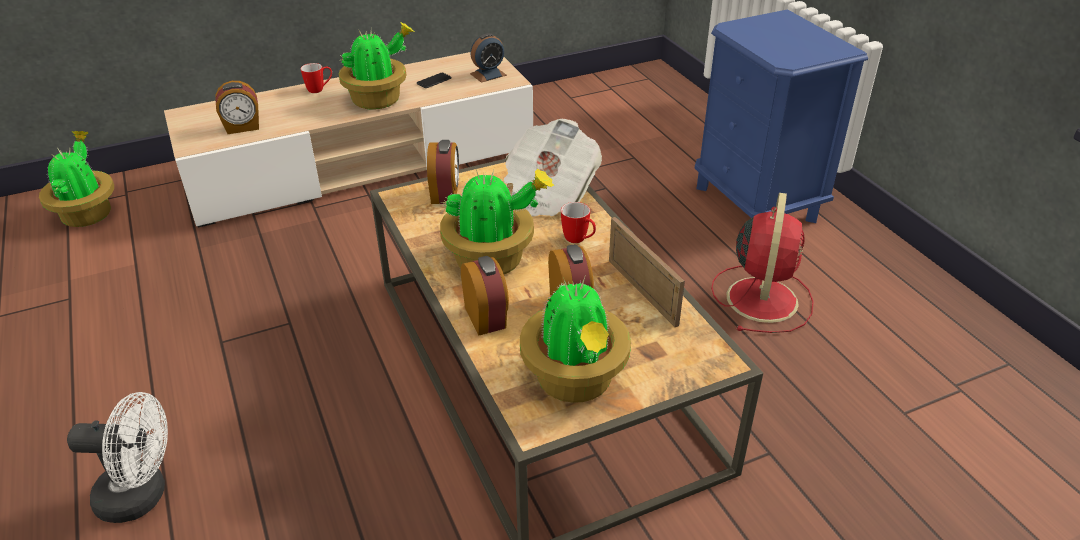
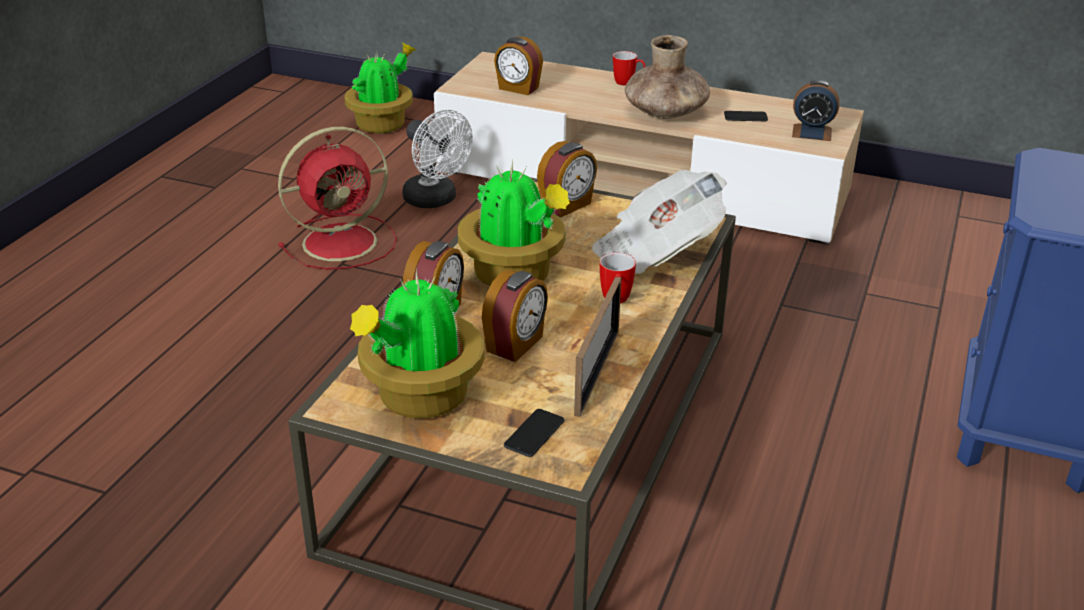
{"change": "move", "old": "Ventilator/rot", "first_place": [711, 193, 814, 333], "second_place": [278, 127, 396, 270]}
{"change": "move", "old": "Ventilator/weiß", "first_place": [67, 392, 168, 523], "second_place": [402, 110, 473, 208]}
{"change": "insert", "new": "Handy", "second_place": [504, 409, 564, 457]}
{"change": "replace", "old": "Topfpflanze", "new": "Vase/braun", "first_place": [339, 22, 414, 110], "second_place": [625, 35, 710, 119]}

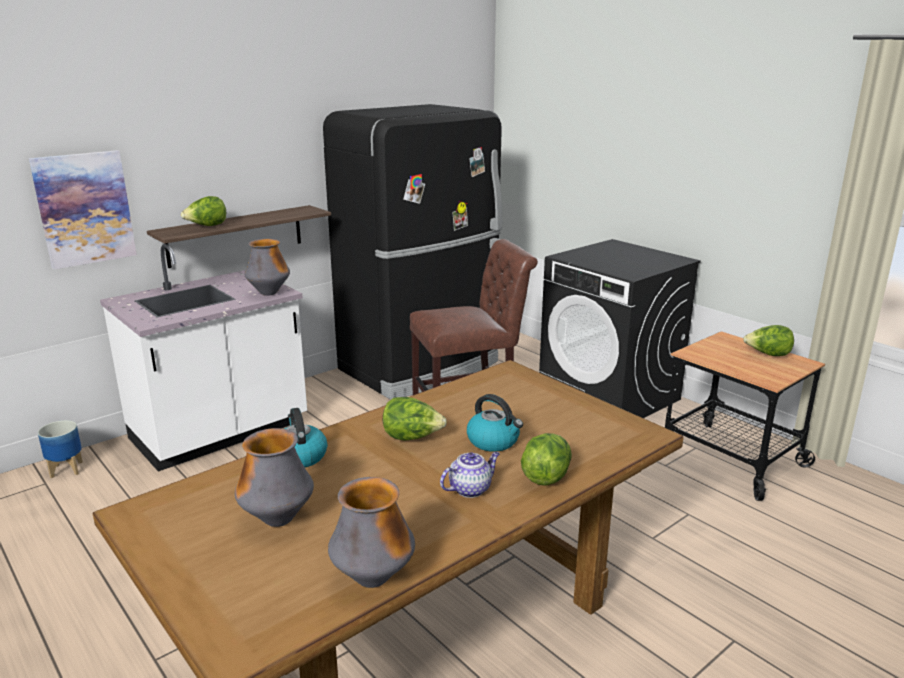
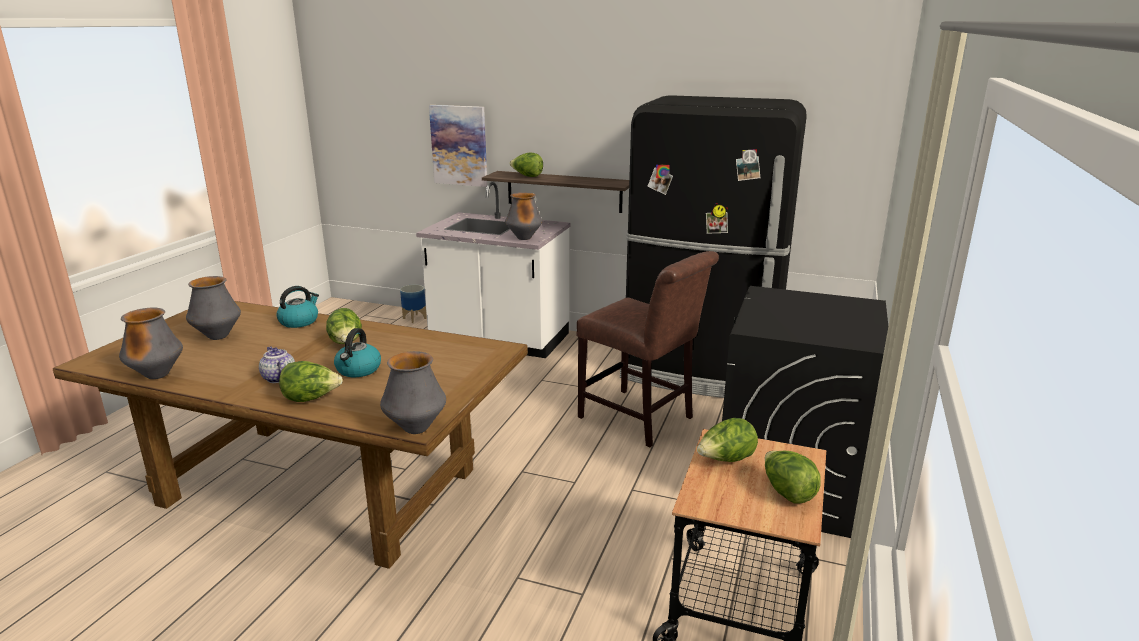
{"change": "rotate", "old": "Teekanne", "first_place": [440, 452, 500, 498], "second_place": [259, 347, 295, 383], "degrees": -150}
{"change": "insert", "new": "Vase", "second_place": [380, 351, 446, 434]}
{"change": "insert", "new": "Salatkopf", "second_place": [697, 418, 758, 462]}

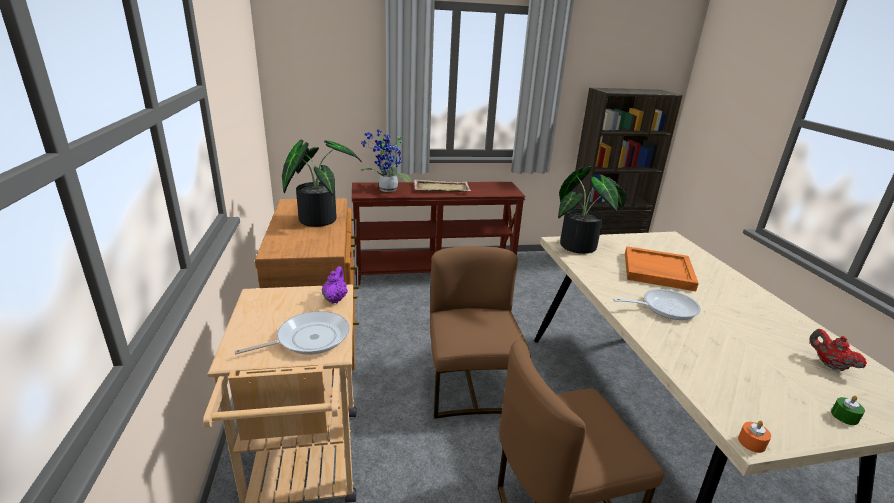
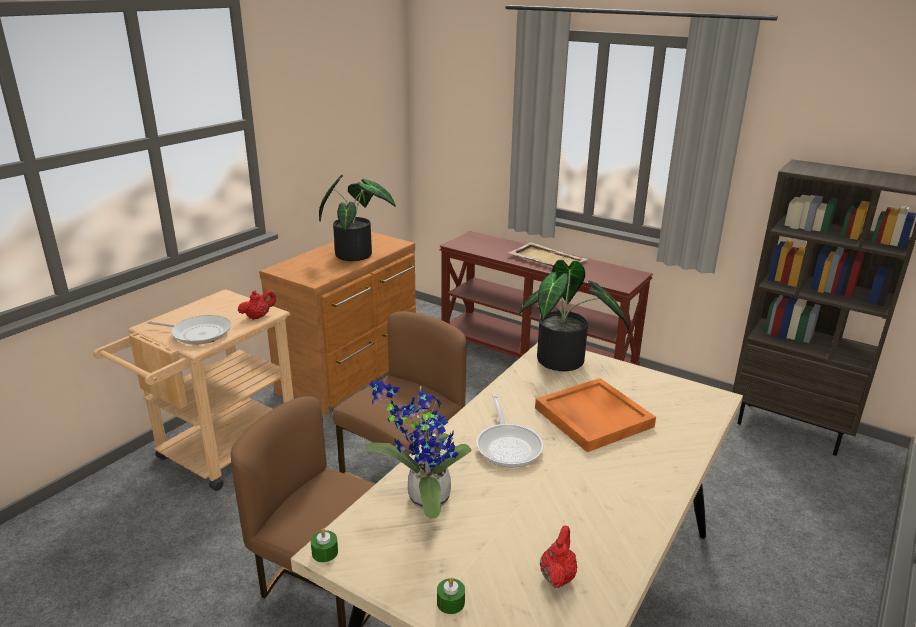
{"change": "recolor", "old": "Teekanne/lila", "new": "Teekanne/rot", "first_place": [322, 266, 348, 304], "second_place": [238, 290, 276, 320]}
{"change": "recolor", "old": "Kerze/orange", "new": "Kerze/grün", "first_place": [738, 421, 771, 453], "second_place": [311, 528, 338, 562]}
{"change": "move", "old": "Topfpflanze", "first_place": [360, 130, 411, 192], "second_place": [365, 380, 471, 519]}
{"change": "rotate", "old": "Pfanne", "first_place": [613, 289, 701, 320], "second_place": [476, 394, 544, 467], "degrees": 45}

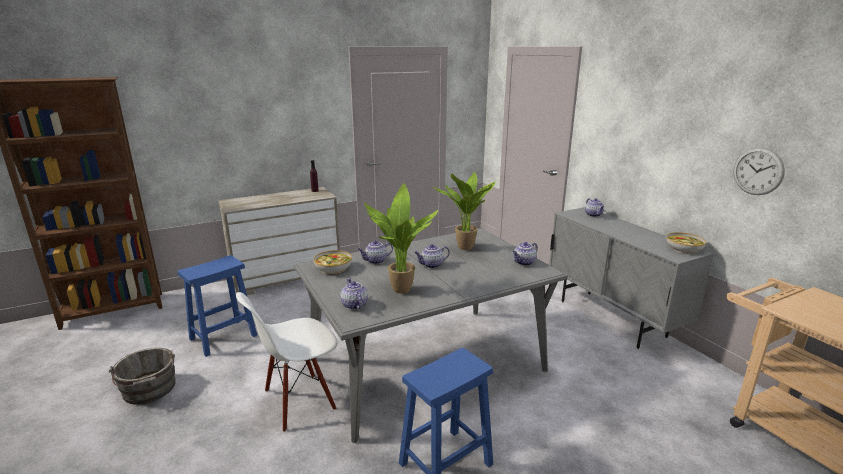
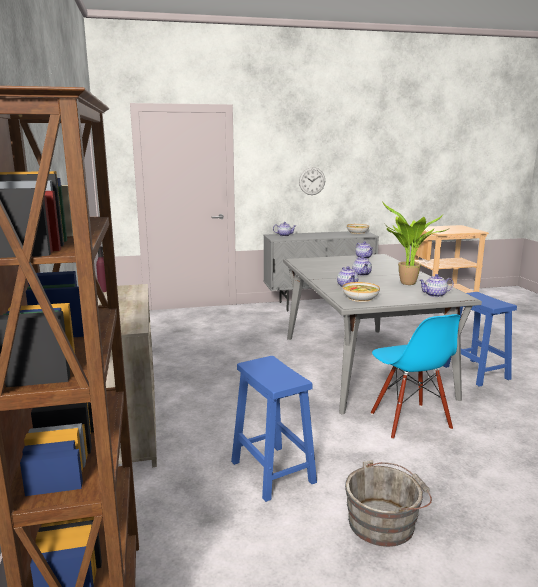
{"change": "move", "old": "Wanduhr", "first_place": [733, 147, 785, 195], "second_place": [299, 167, 325, 195]}
{"change": "recolor", "old": "Stuhl/weiß", "new": "Stuhl/blau", "first_place": [236, 292, 338, 432], "second_place": [371, 314, 460, 439]}
{"change": "delete", "old": "Topfpflanze", "first_place": [433, 172, 496, 250]}

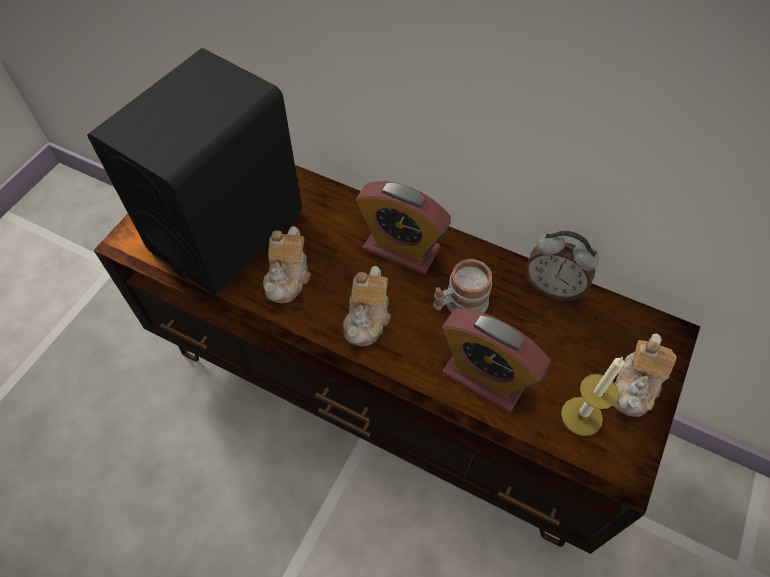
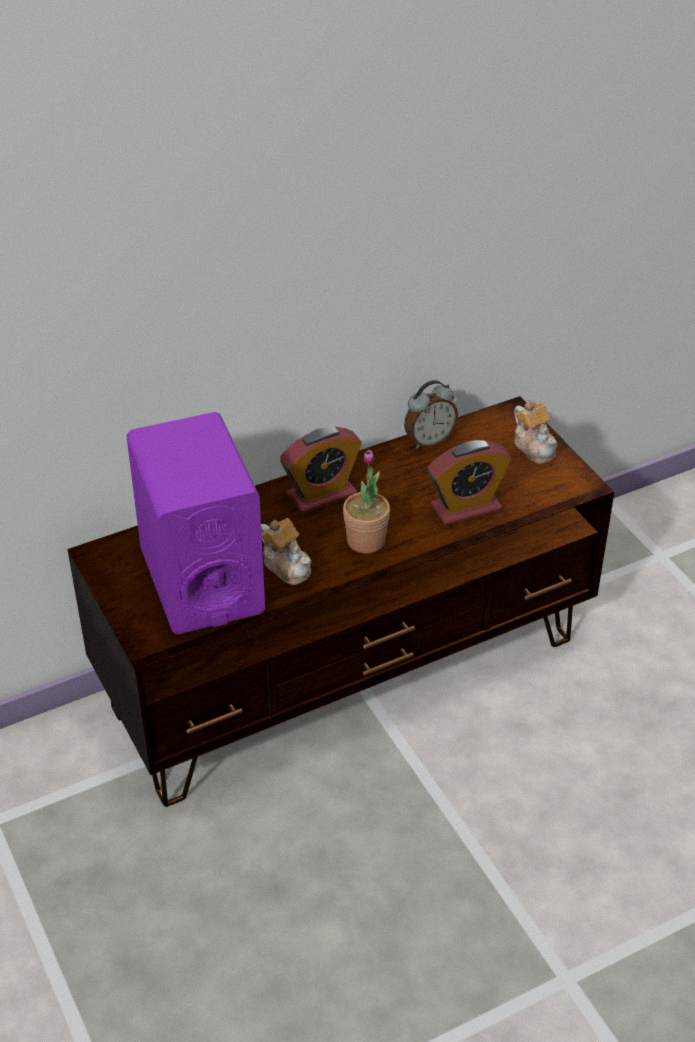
{"change": "recolor", "old": "Lautsprecher/schwarz", "new": "Lautsprecher/lila", "first_place": [87, 48, 302, 295], "second_place": [126, 412, 265, 634]}
{"change": "replace", "old": "Teekanne", "new": "Topfpflanze", "first_place": [343, 266, 391, 346], "second_place": [343, 450, 390, 554]}
{"change": "delete", "old": "Henkelbecher", "first_place": [433, 259, 492, 313]}
{"change": "delete", "old": "Kerze", "first_place": [561, 357, 624, 436]}

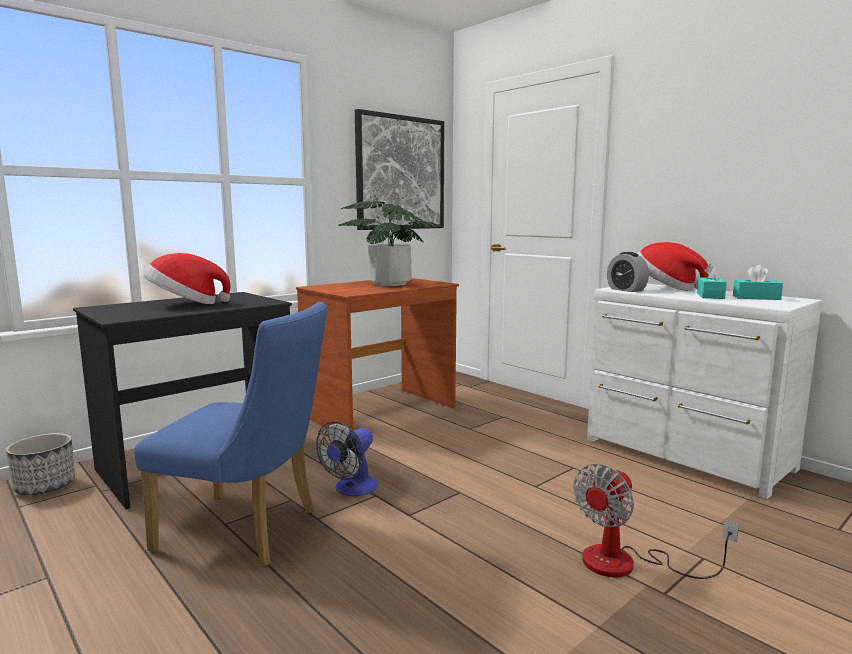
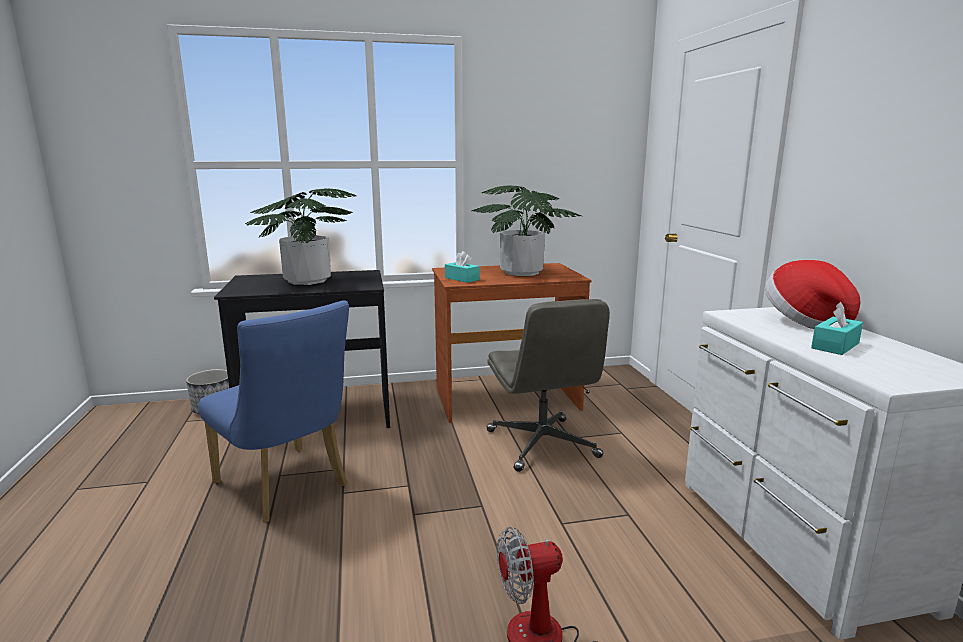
{"change": "replace", "old": "Hut", "new": "Topfpflanze", "first_place": [144, 253, 231, 304], "second_place": [245, 189, 356, 285]}
{"change": "move", "old": "Taschentuchbox/türkis", "first_place": [733, 264, 783, 300], "second_place": [445, 251, 479, 283]}
{"change": "insert", "new": "Bürostuhl/grau", "second_place": [487, 299, 610, 472]}
{"change": "delete", "old": "Ventilator", "first_place": [316, 421, 378, 496]}
{"change": "delete", "old": "Bild", "first_place": [355, 109, 444, 230]}
{"change": "delete", "old": "Wecker", "first_place": [607, 252, 649, 292]}

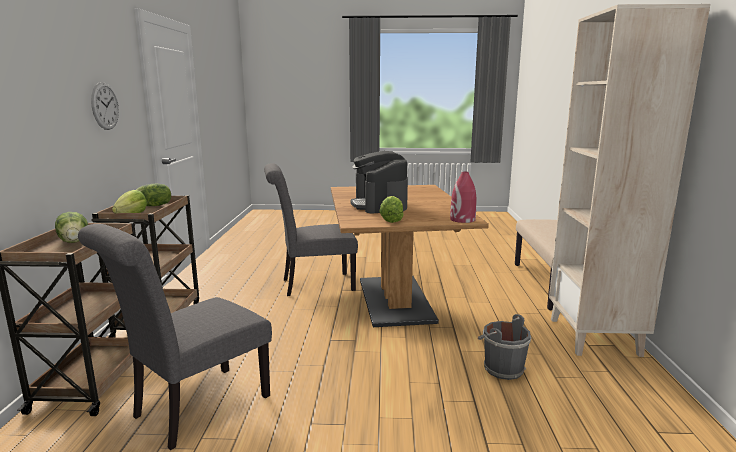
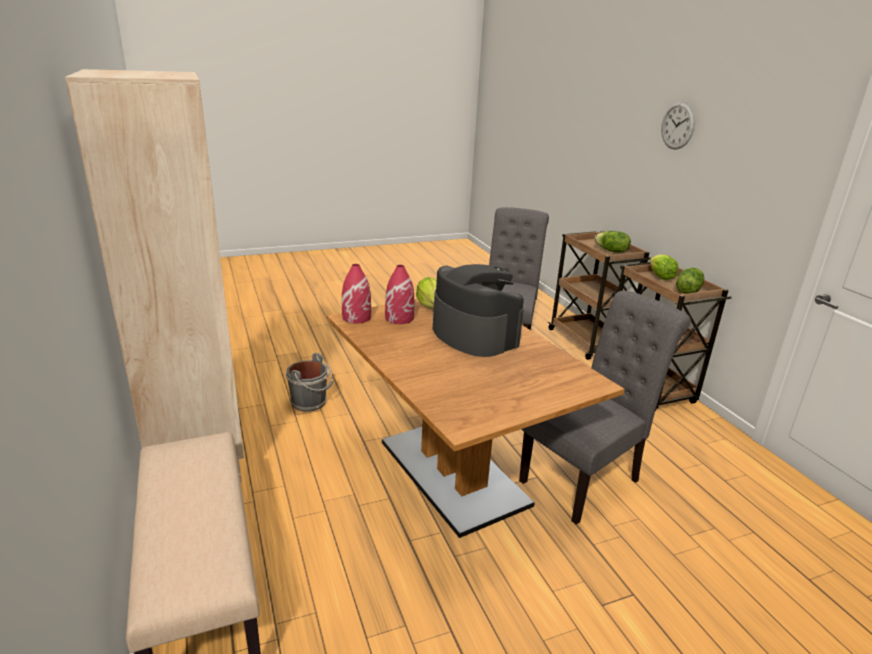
{"change": "insert", "new": "Vase/rot", "second_place": [385, 265, 414, 324]}
{"change": "move", "old": "Wanduhr", "first_place": [91, 82, 119, 130], "second_place": [661, 102, 695, 149]}

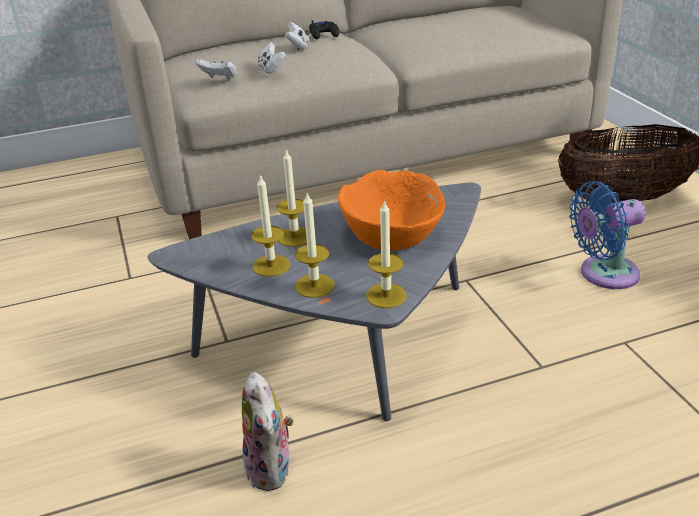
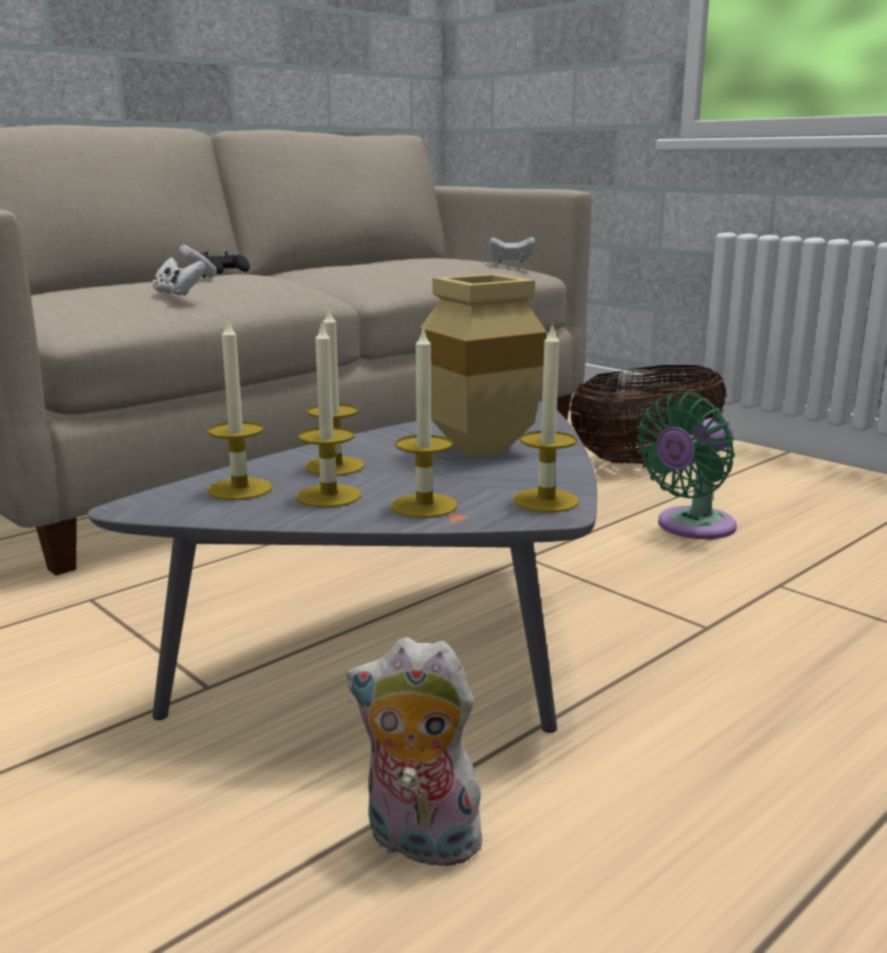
{"change": "insert", "new": "Kerze", "second_place": [207, 318, 273, 500]}
{"change": "rotate", "old": "Plüschtier", "first_place": [242, 372, 294, 491], "second_place": [347, 637, 494, 873], "degrees": 150}
{"change": "replace", "old": "Schüssel/orange", "new": "Vase/beige", "first_place": [338, 170, 445, 250], "second_place": [420, 274, 547, 458]}
{"change": "move", "old": "Gamepad/weiß", "first_place": [196, 58, 237, 79], "second_place": [489, 237, 535, 262]}
{"change": "recolor", "old": "Ventilator/blau", "new": "Ventilator/grün", "first_place": [569, 181, 646, 289], "second_place": [637, 392, 737, 539]}

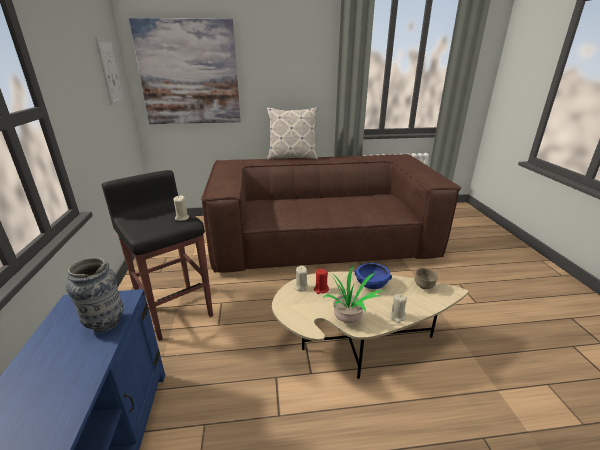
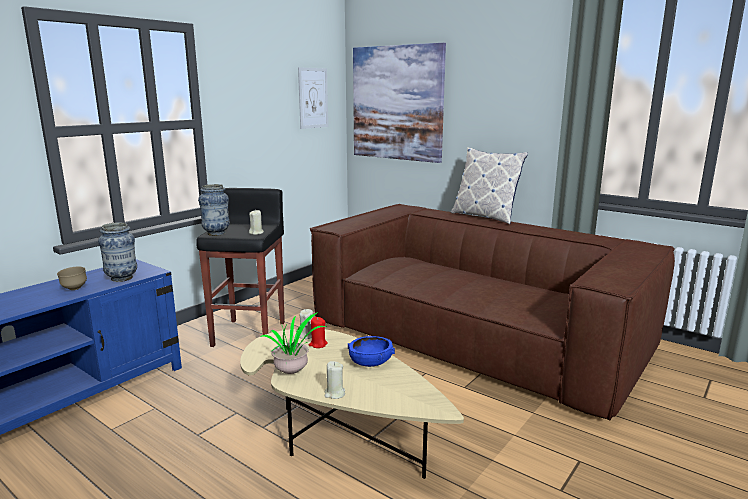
{"change": "move", "old": "Schüssel/braun", "first_place": [415, 268, 438, 289], "second_place": [57, 267, 87, 290]}
{"change": "insert", "new": "Vase", "second_place": [198, 184, 230, 236]}

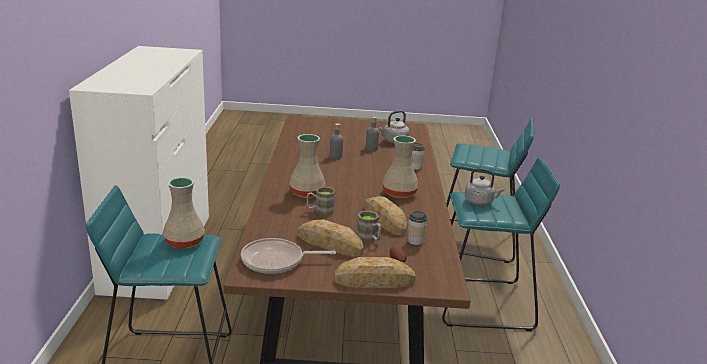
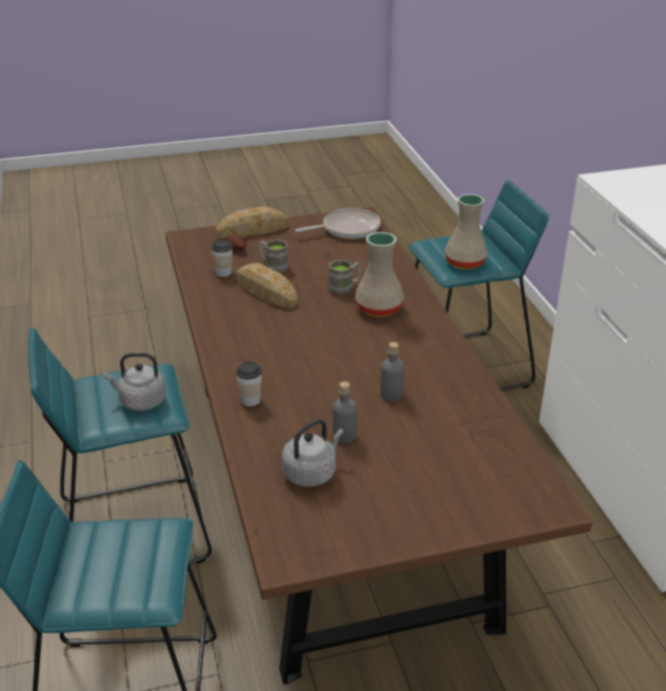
{"change": "delete", "old": "Brot", "first_place": [297, 220, 364, 257]}
{"change": "delete", "old": "Vase/beige", "first_place": [382, 136, 418, 198]}

